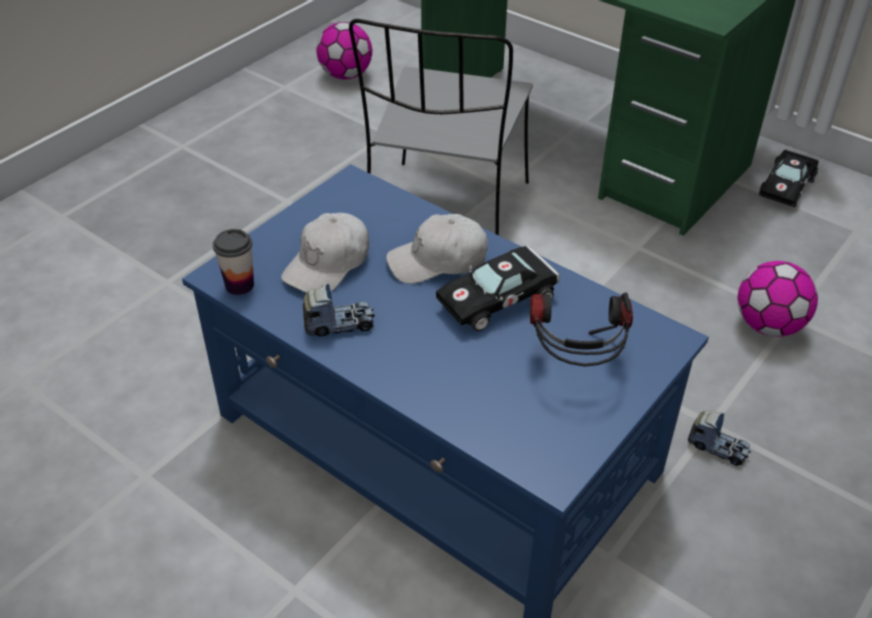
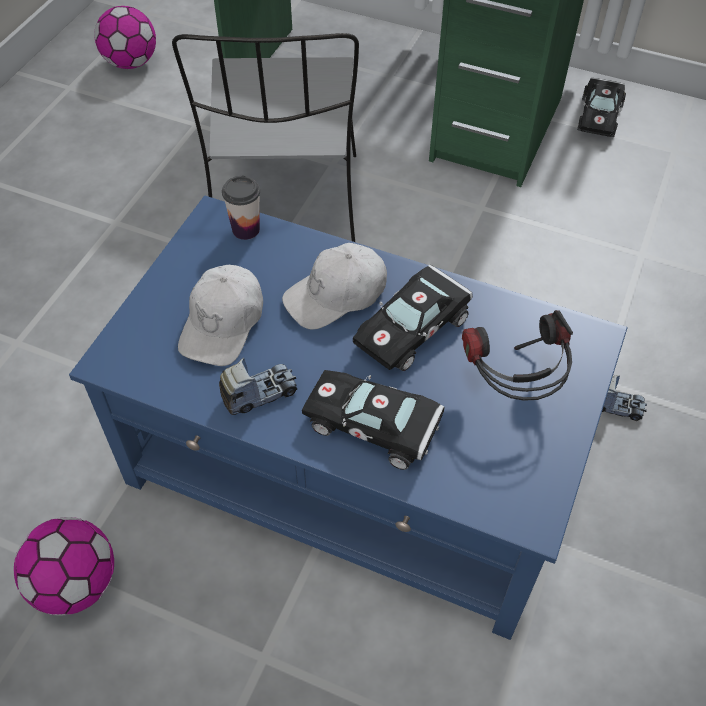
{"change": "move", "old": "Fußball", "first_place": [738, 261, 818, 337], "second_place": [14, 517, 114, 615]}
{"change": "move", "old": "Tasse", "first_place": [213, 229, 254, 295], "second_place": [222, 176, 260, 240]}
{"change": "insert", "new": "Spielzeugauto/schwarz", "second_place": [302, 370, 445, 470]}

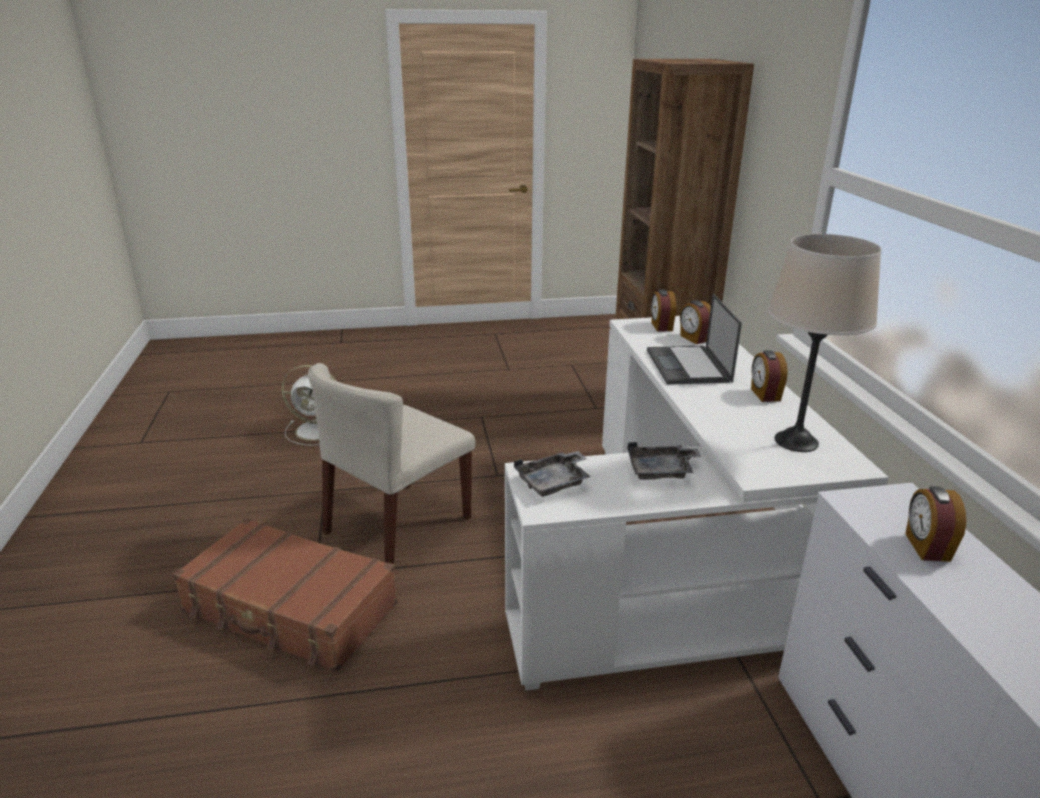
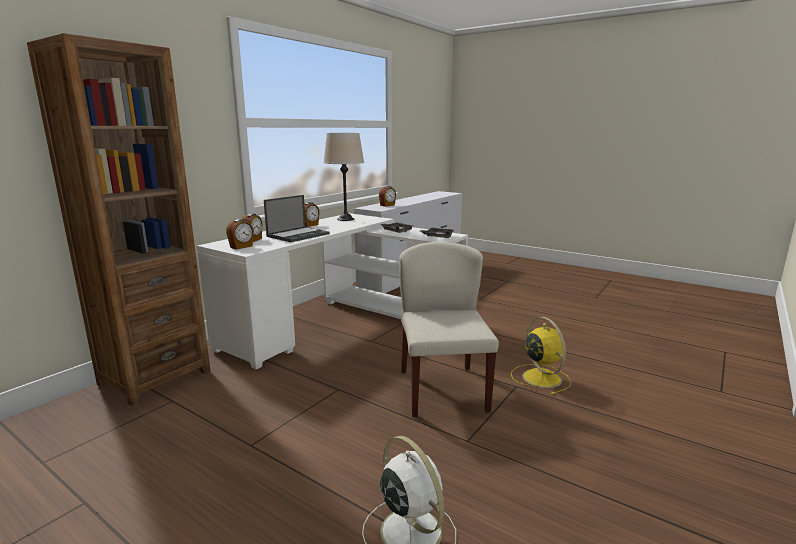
{"change": "rotate", "old": "Stuhl/beige", "first_place": [308, 363, 475, 564], "second_place": [399, 242, 499, 417], "degrees": -90}
{"change": "replace", "old": "Koffer/braun", "new": "Ventilator/gelb", "first_place": [172, 518, 397, 672], "second_place": [511, 317, 571, 395]}

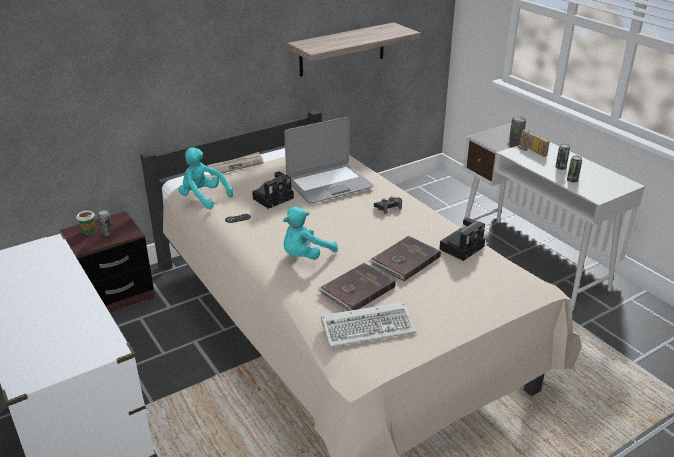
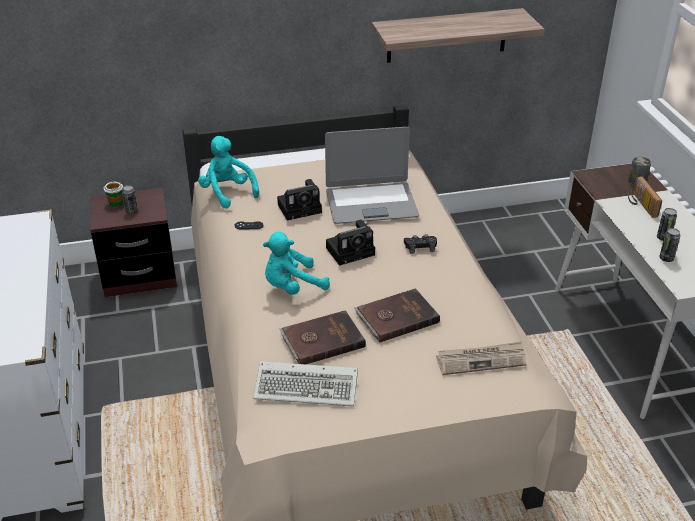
{"change": "move", "old": "Kamera", "first_place": [439, 217, 485, 261], "second_place": [326, 220, 375, 266]}
{"change": "move", "old": "Zeitung", "first_place": [207, 152, 264, 176], "second_place": [436, 341, 526, 375]}

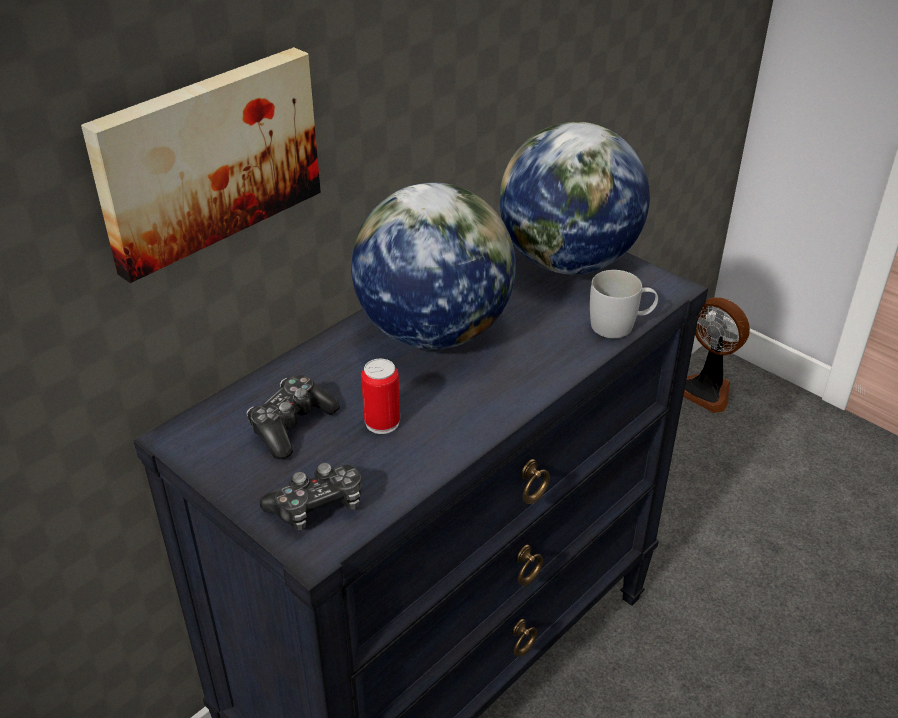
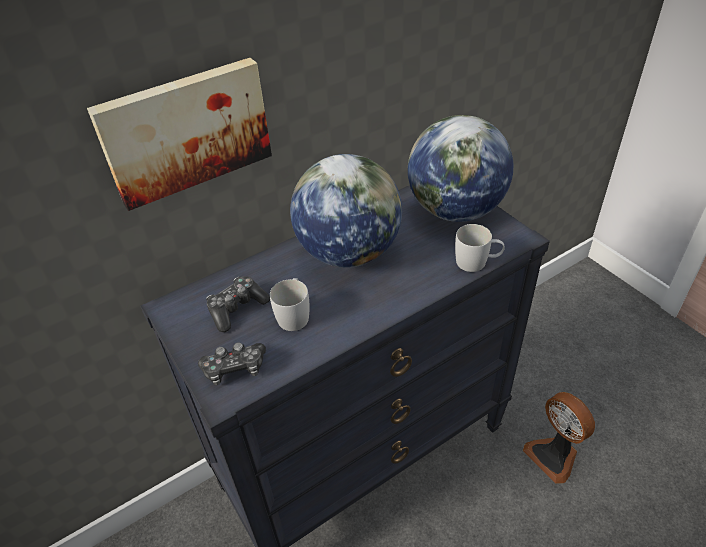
{"change": "replace", "old": "Dose", "new": "Henkelbecher/weiß", "first_place": [361, 359, 400, 434], "second_place": [270, 278, 310, 331]}
{"change": "move", "old": "Ventilator", "first_place": [683, 297, 750, 413], "second_place": [523, 392, 595, 484]}

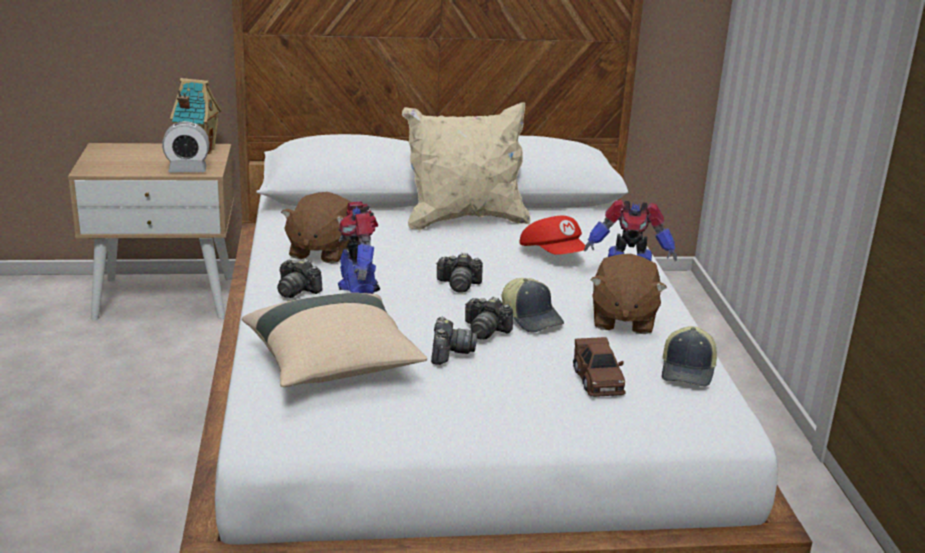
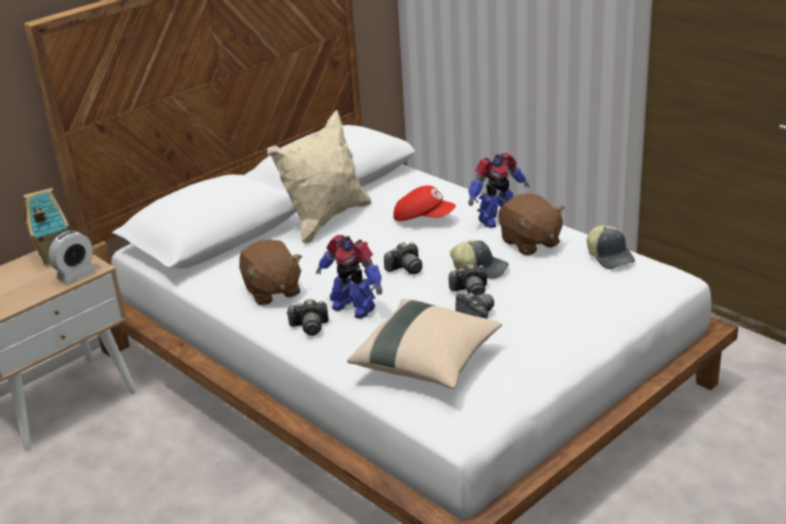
{"change": "delete", "old": "Spielzeugauto/braun", "first_place": [573, 337, 626, 397]}

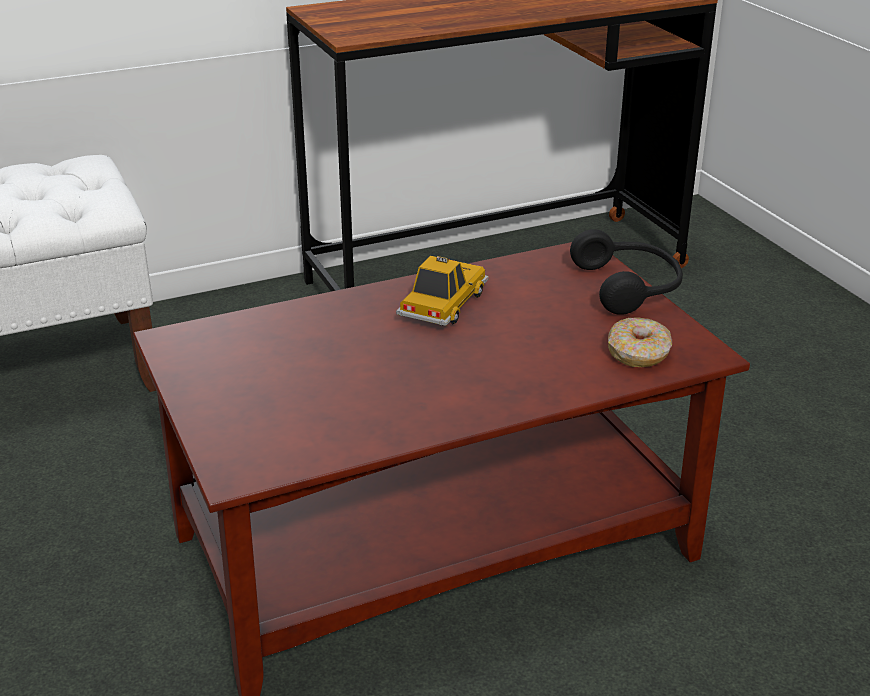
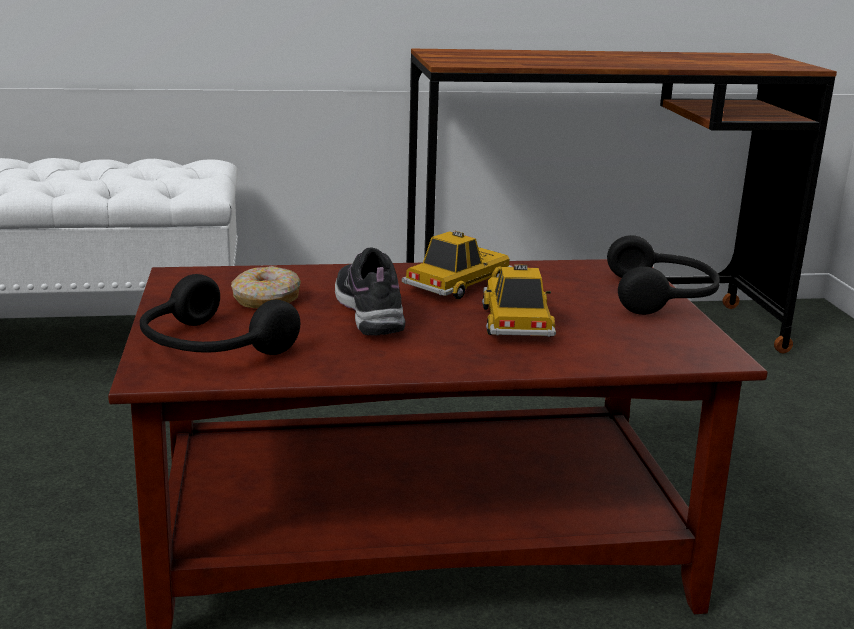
{"change": "insert", "new": "Kopfhörer/schwarz", "second_place": [140, 274, 300, 355]}
{"change": "move", "old": "Donut", "first_place": [608, 318, 672, 367], "second_place": [231, 266, 301, 308]}
{"change": "insert", "new": "Schuh", "second_place": [335, 247, 405, 335]}
{"change": "insert", "new": "Spielzeugauto", "second_place": [482, 264, 556, 337]}

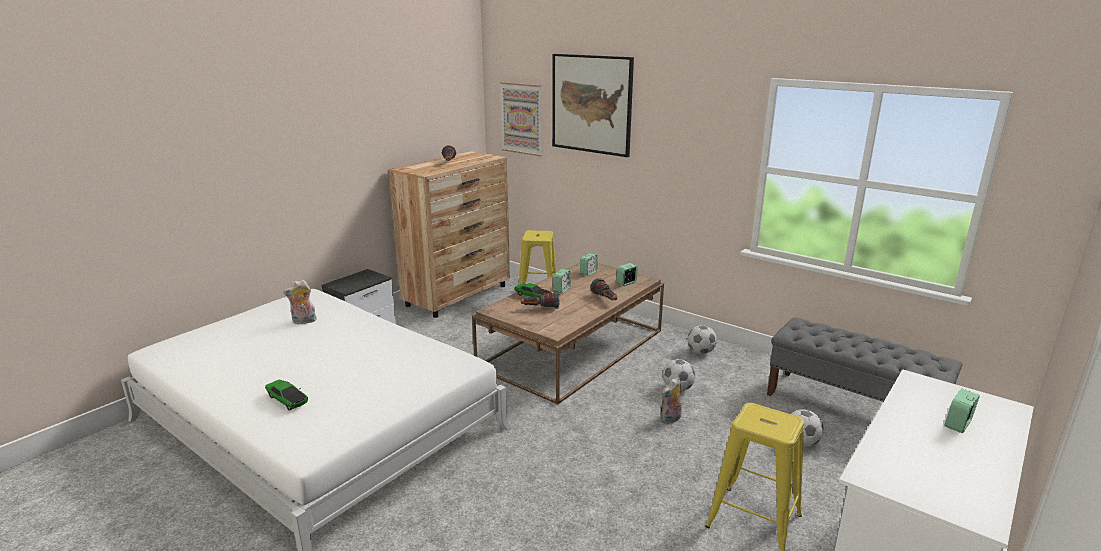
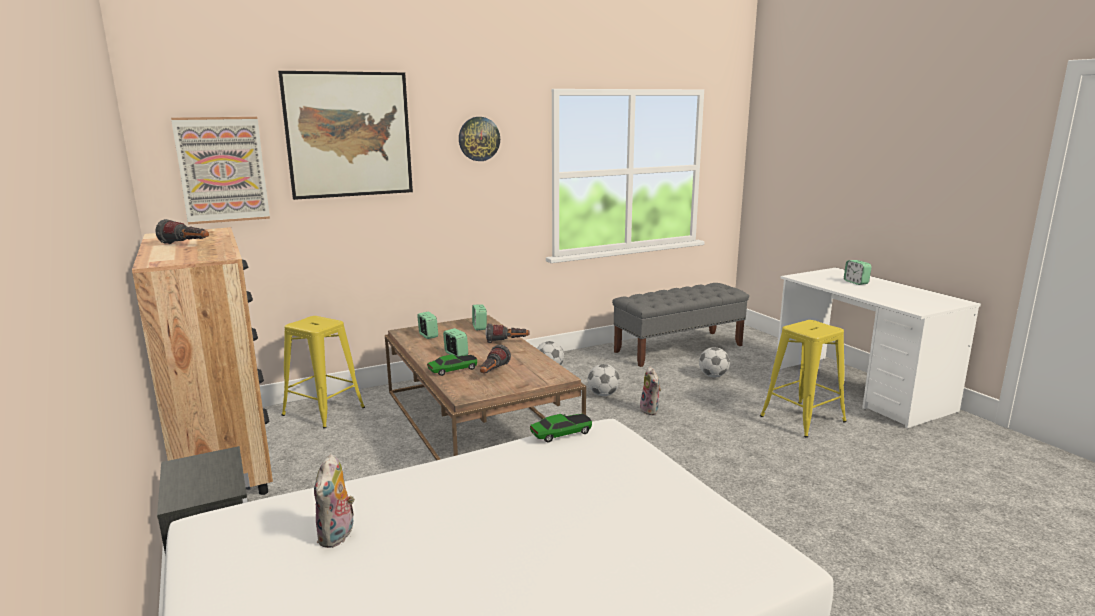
{"change": "insert", "new": "Wanduhr", "second_place": [459, 117, 500, 161]}
{"change": "move", "old": "Spielzeugauto", "first_place": [265, 379, 308, 411], "second_place": [530, 414, 592, 443]}

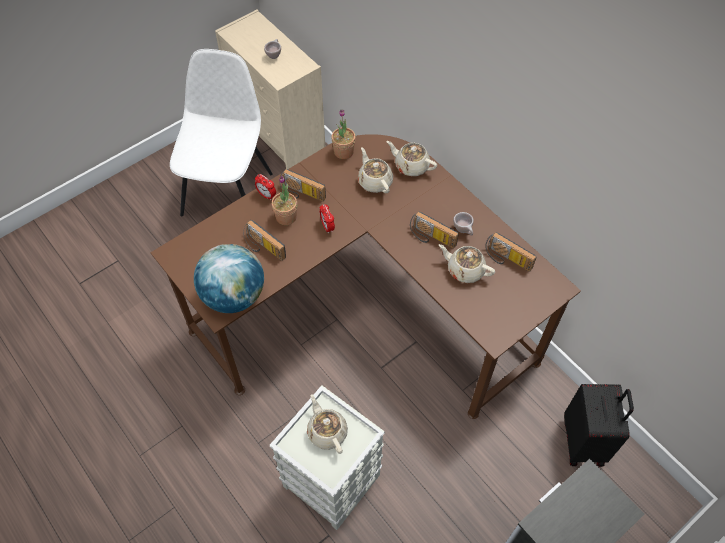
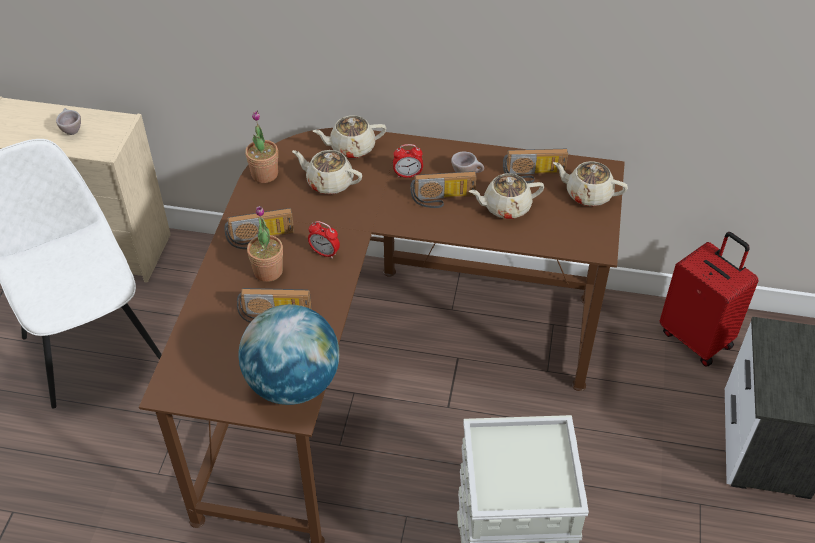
{"change": "move", "old": "Wecker", "first_place": [255, 174, 276, 200], "second_place": [393, 144, 423, 178]}
{"change": "move", "old": "Teekanne/beige", "first_place": [307, 394, 348, 454], "second_place": [553, 161, 628, 206]}
{"change": "recolor", "old": "Koffer/schwarz", "new": "Koffer/rot", "first_place": [564, 384, 634, 467], "second_place": [660, 232, 758, 367]}

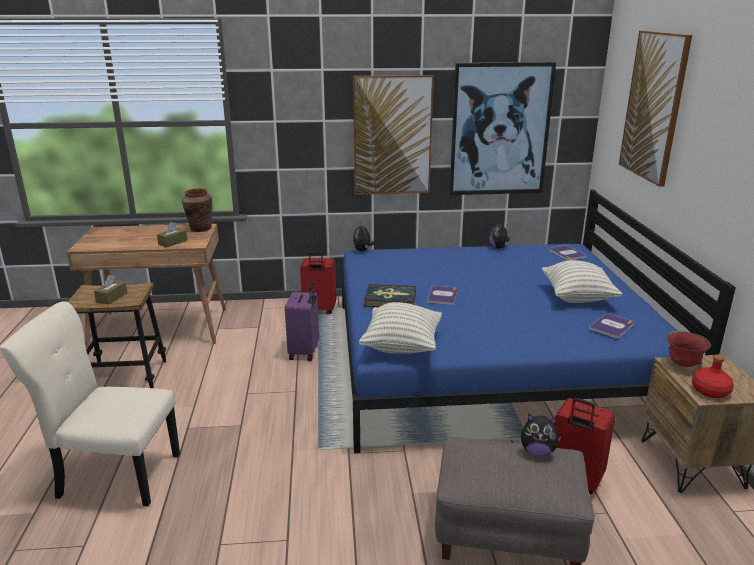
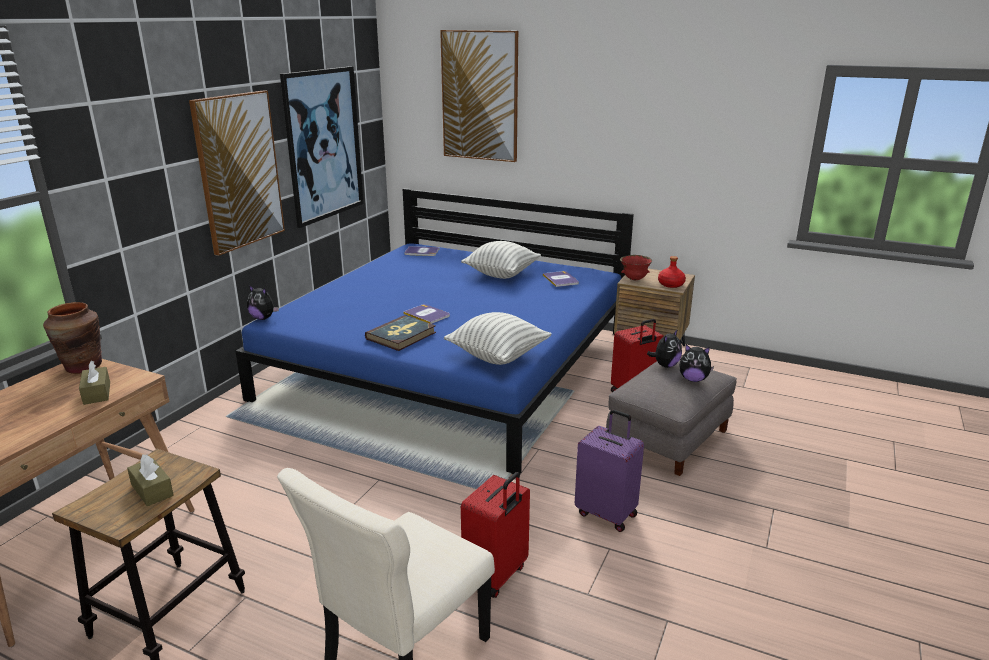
{"change": "move", "old": "Koffer/rot", "first_place": [300, 251, 337, 314], "second_place": [461, 472, 530, 598]}
{"change": "move", "old": "Koffer/lila", "first_place": [285, 282, 319, 361], "second_place": [575, 409, 644, 532]}
{"change": "move", "old": "Plüschtier", "first_place": [489, 220, 510, 249], "second_place": [679, 344, 714, 382]}

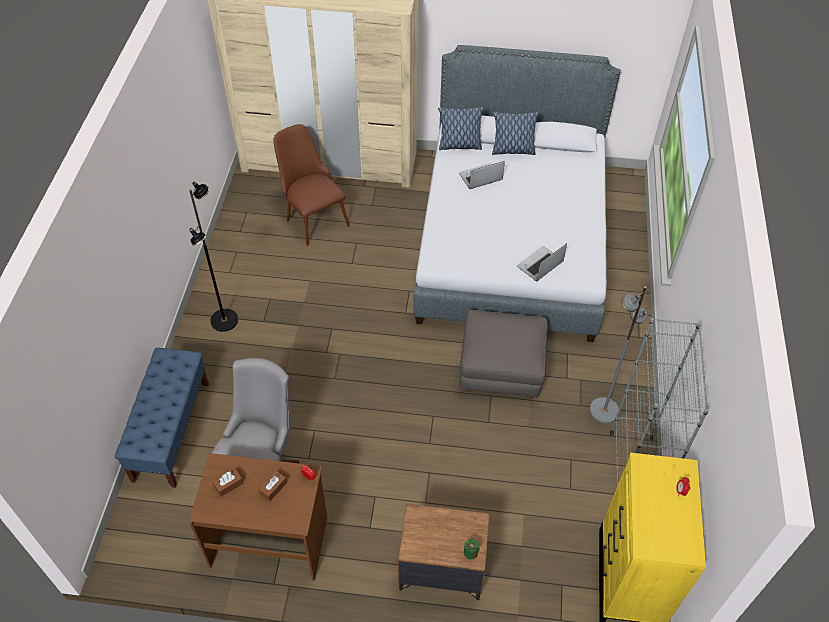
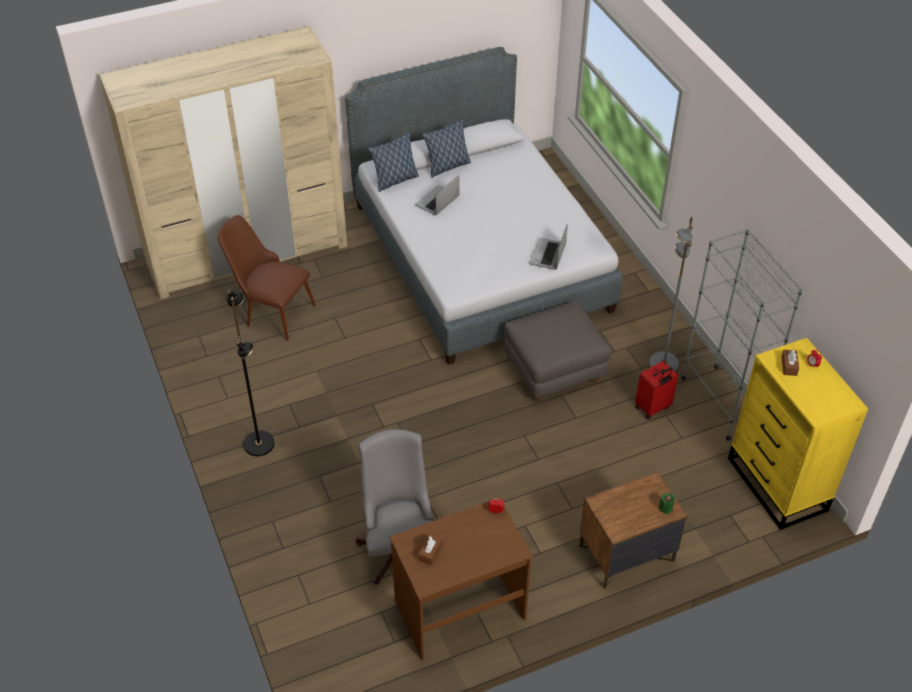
{"change": "insert", "new": "Koffer/rot", "second_place": [635, 361, 678, 420]}
{"change": "move", "old": "Taschentuchbox/braun", "first_place": [258, 471, 287, 501], "second_place": [782, 350, 799, 376]}
{"change": "delete", "old": "Bank/blau", "first_place": [115, 348, 209, 488]}

